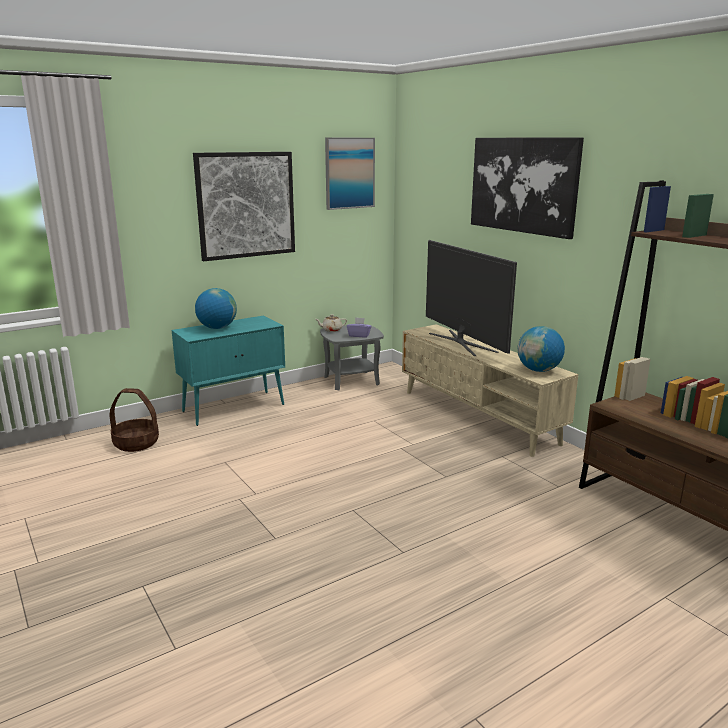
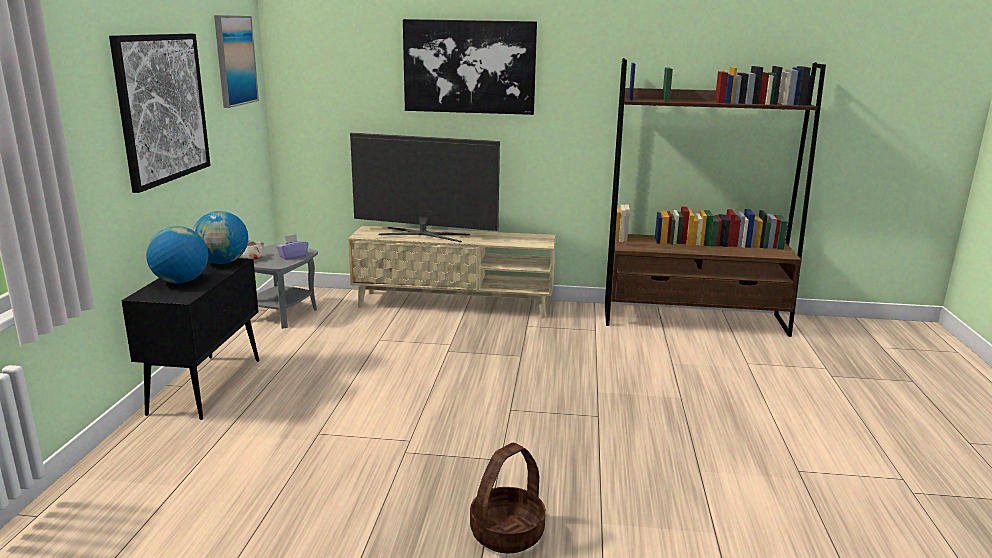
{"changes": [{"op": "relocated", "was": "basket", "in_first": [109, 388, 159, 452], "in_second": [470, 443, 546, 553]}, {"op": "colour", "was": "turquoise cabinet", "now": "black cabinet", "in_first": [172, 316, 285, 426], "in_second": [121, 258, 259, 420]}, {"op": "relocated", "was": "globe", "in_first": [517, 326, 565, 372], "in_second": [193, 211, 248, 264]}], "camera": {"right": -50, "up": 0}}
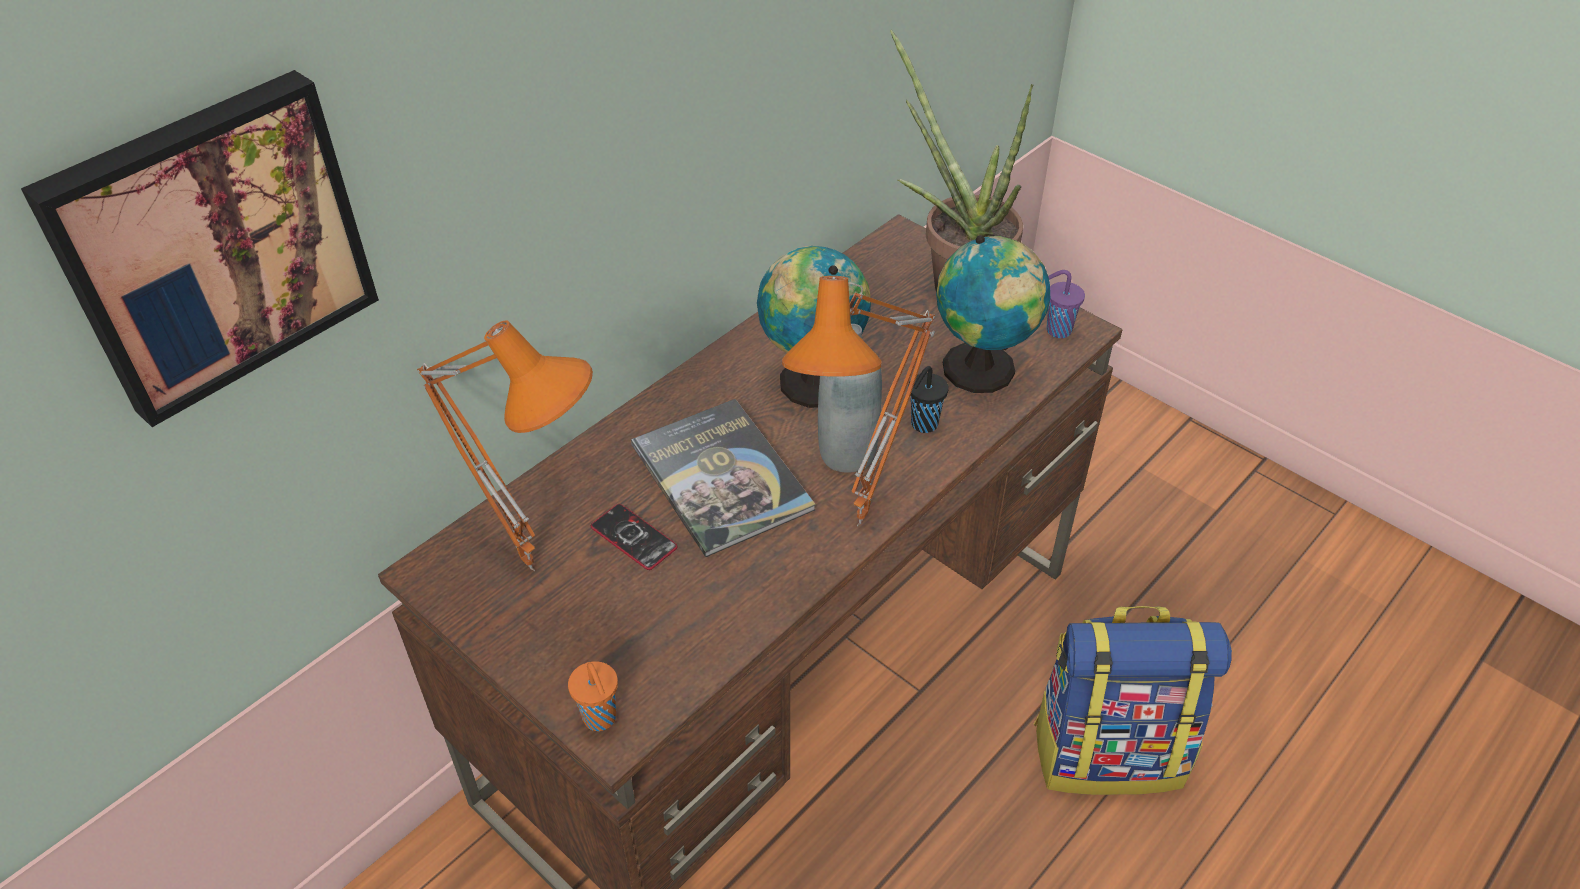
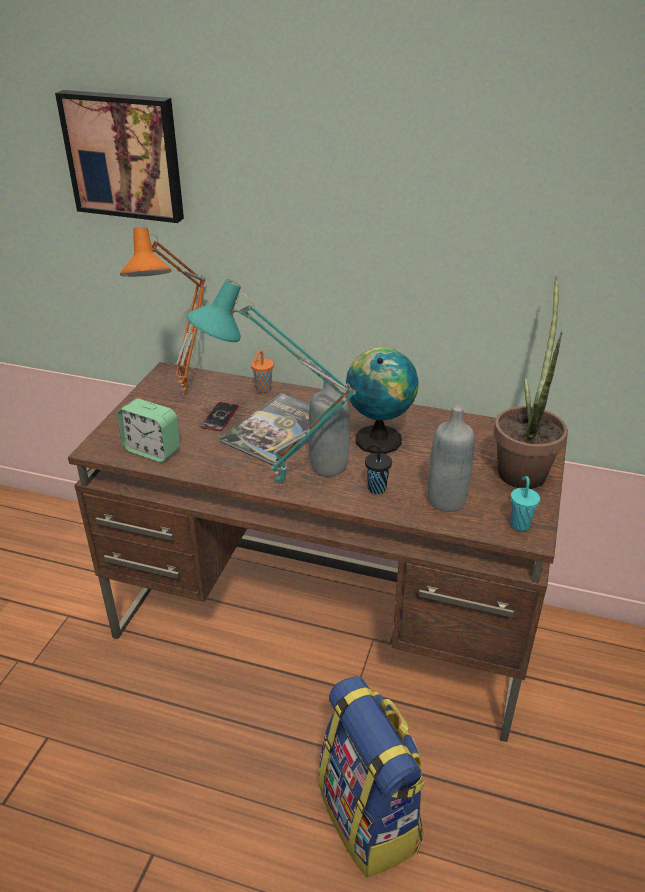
{"changes": [{"op": "relocated", "was": "orange cup", "in_first": [568, 661, 618, 731], "in_second": [251, 350, 274, 393]}, {"op": "colour", "was": "orange table lamp", "now": "turquoise table lamp", "in_first": [782, 276, 935, 526], "in_second": [187, 279, 356, 486]}, {"op": "exchanged", "was": "globe", "now": "grey bottle", "in_first": [936, 235, 1050, 393], "in_second": [428, 405, 475, 512]}, {"op": "colour", "was": "purple cup", "now": "turquoise cup", "in_first": [1047, 270, 1085, 338], "in_second": [510, 476, 540, 531]}, {"op": "appeared", "now": "alarm clock", "in_second": [117, 399, 180, 462]}], "camera": {"right": 65, "up": -10}}
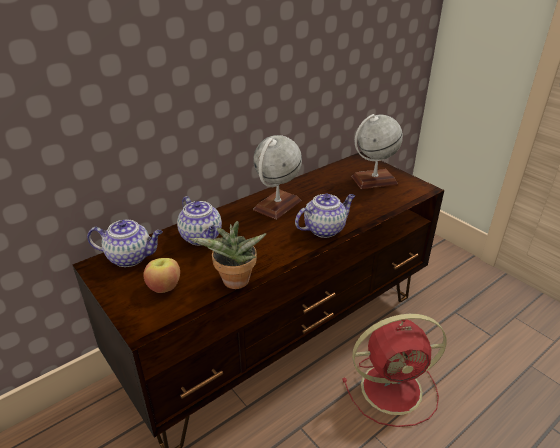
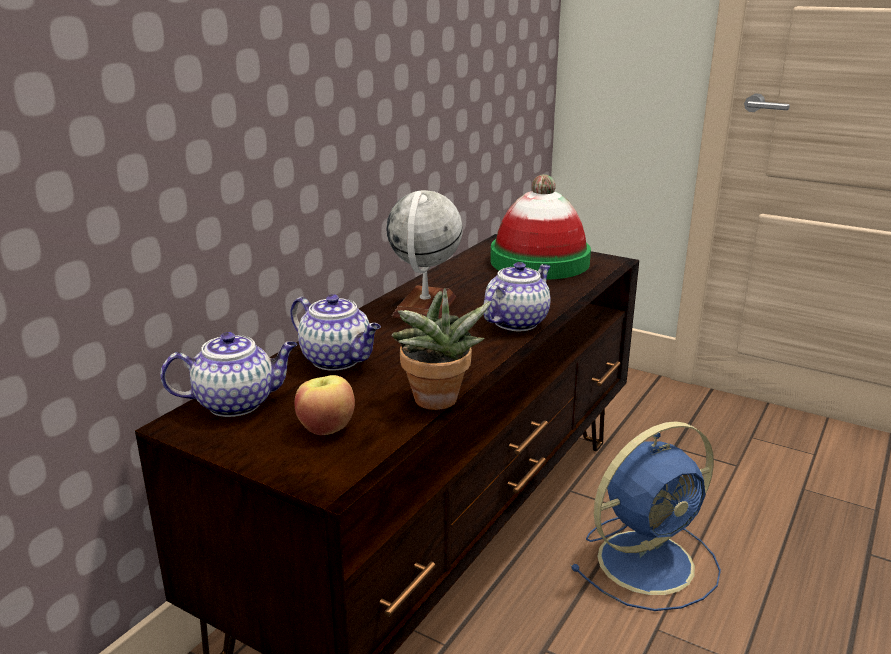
{"changes": [{"op": "colour", "was": "red fan", "now": "blue fan", "in_first": [342, 314, 447, 427], "in_second": [570, 421, 721, 611]}, {"op": "exchanged", "was": "globe", "now": "hat", "in_first": [351, 114, 403, 189], "in_second": [490, 174, 591, 280]}], "camera": {"right": -20, "up": -10}}
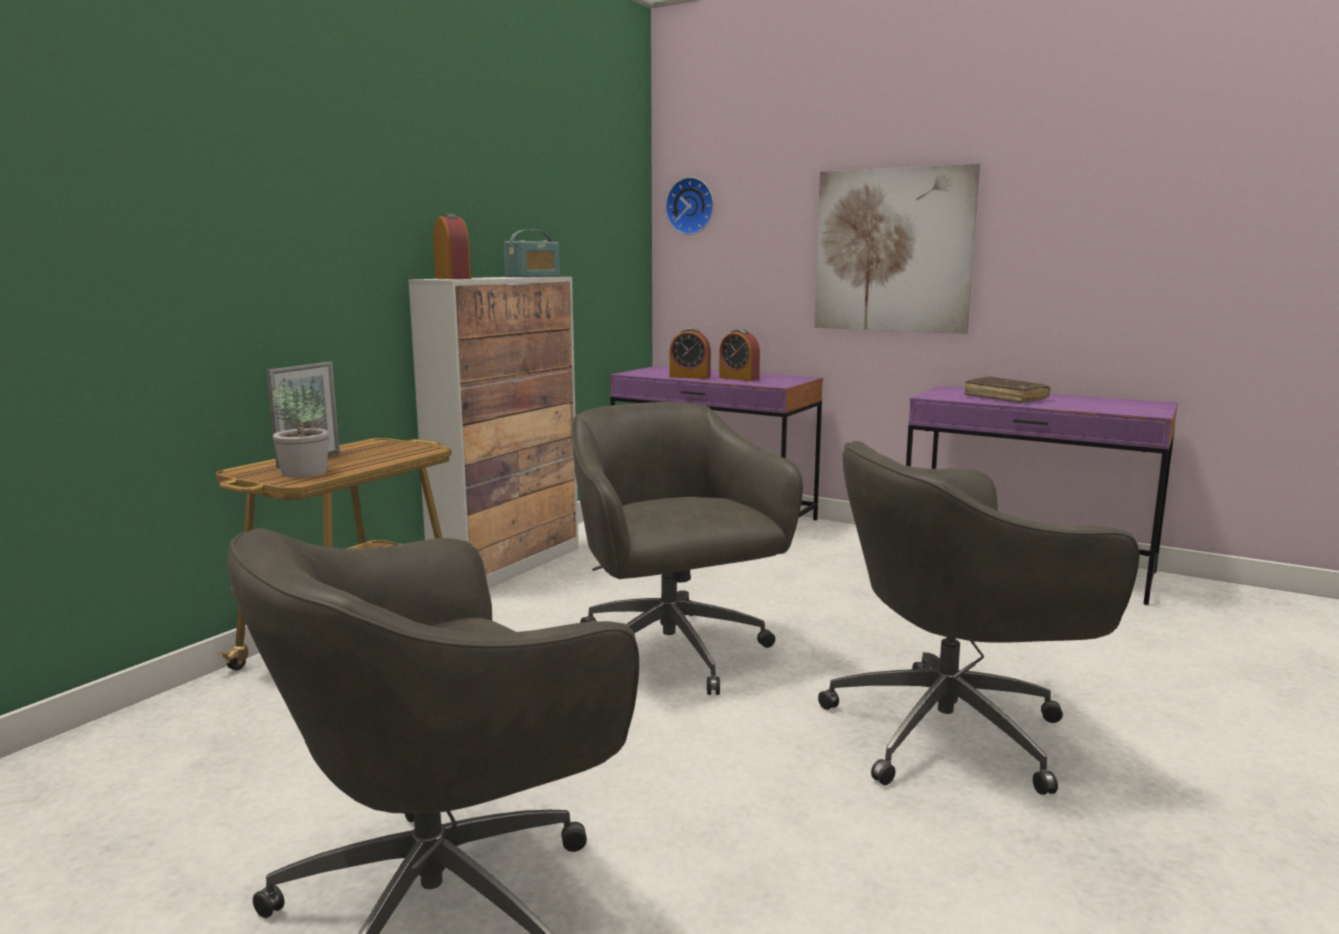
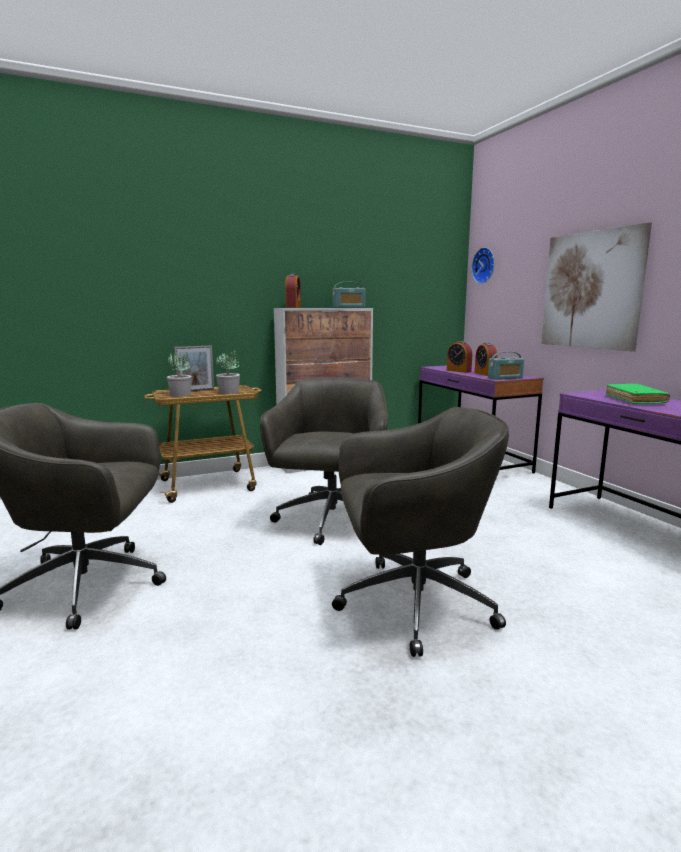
{"changes": [{"op": "spun", "was": "grey office chair", "in_first": [818, 441, 1139, 795], "in_second": [332, 407, 509, 657], "clockwise": 150}, {"op": "colour", "was": "brown book", "now": "green book", "in_first": [964, 376, 1051, 404], "in_second": [606, 384, 670, 404]}, {"op": "appeared", "now": "potted plant", "in_second": [216, 350, 240, 394]}, {"op": "appeared", "now": "radio", "in_second": [488, 351, 524, 380]}], "camera": {"right": 35, "up": 0}}
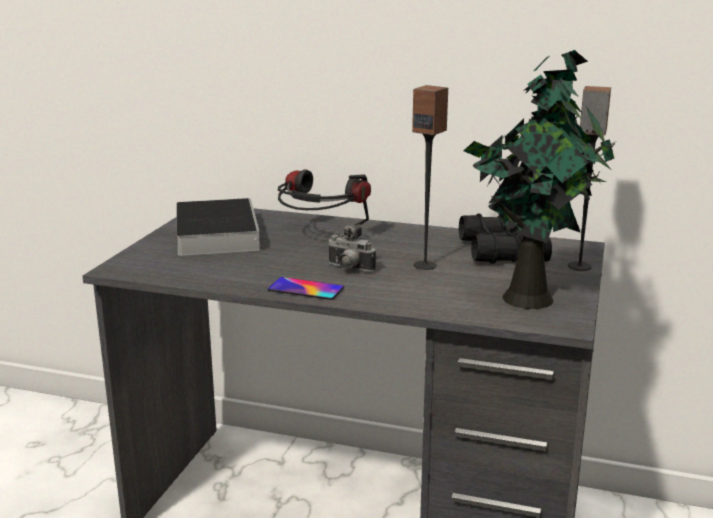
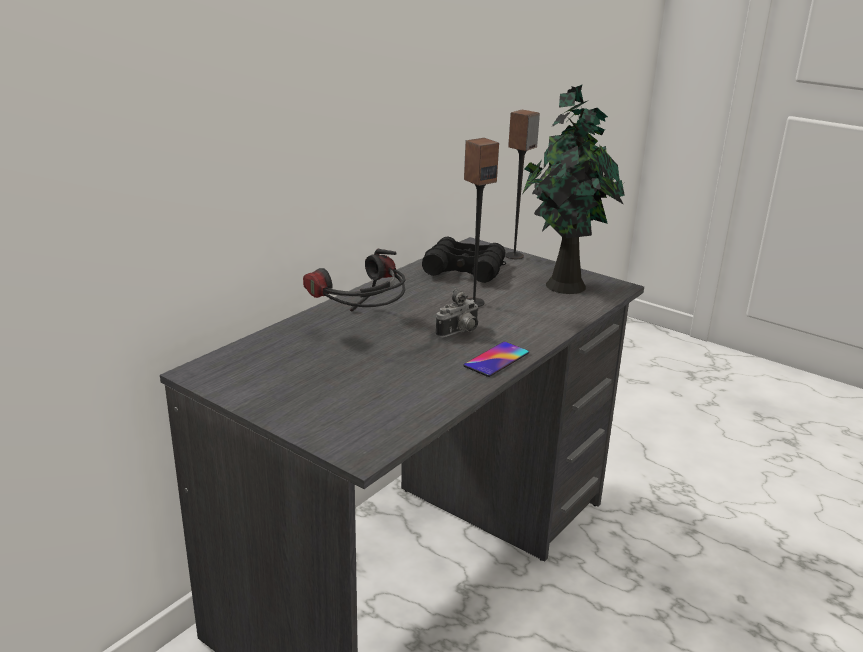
{"changes": [{"op": "missing", "was": "book", "in_first": [176, 198, 260, 256]}], "camera": {"right": -70, "up": 5}}
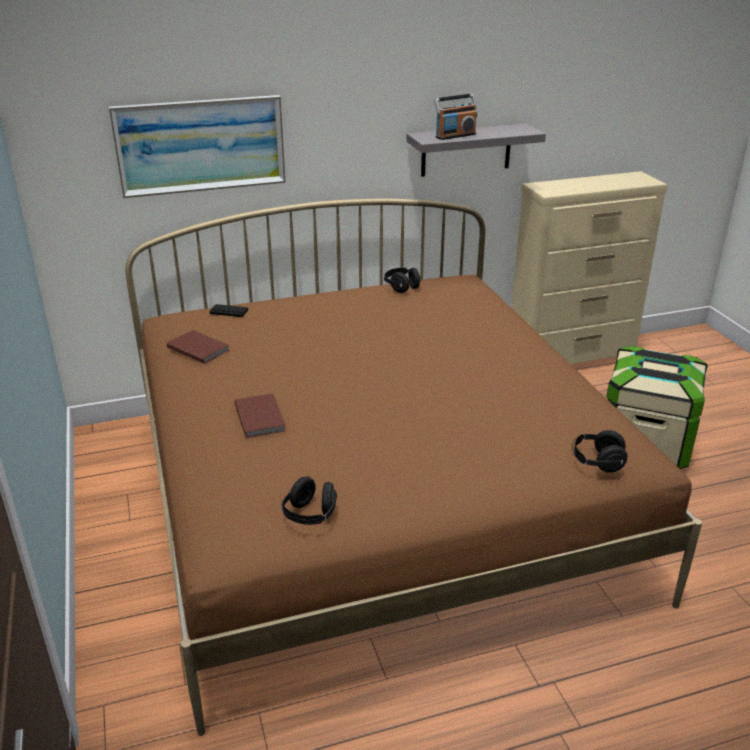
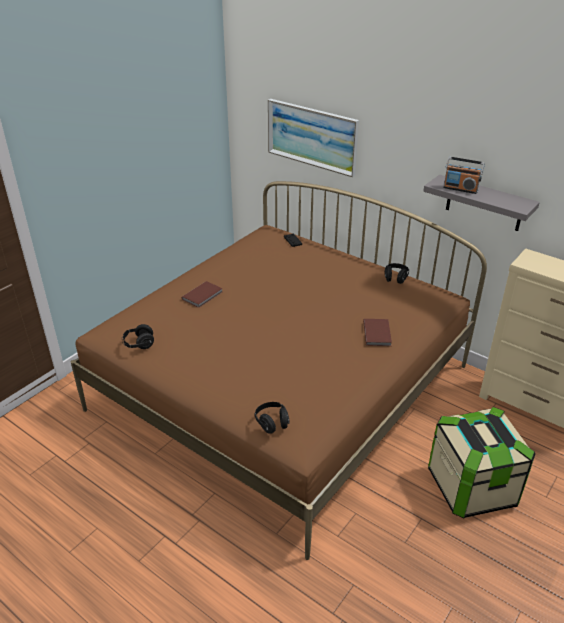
{"changes": [{"op": "relocated", "was": "brown book", "in_first": [167, 330, 230, 364], "in_second": [363, 319, 392, 346]}], "camera": {"right": 55, "up": 5}}
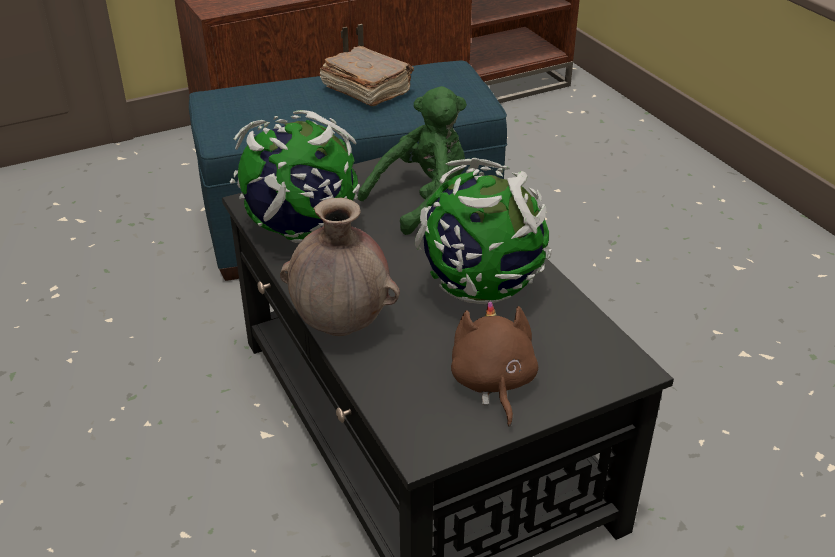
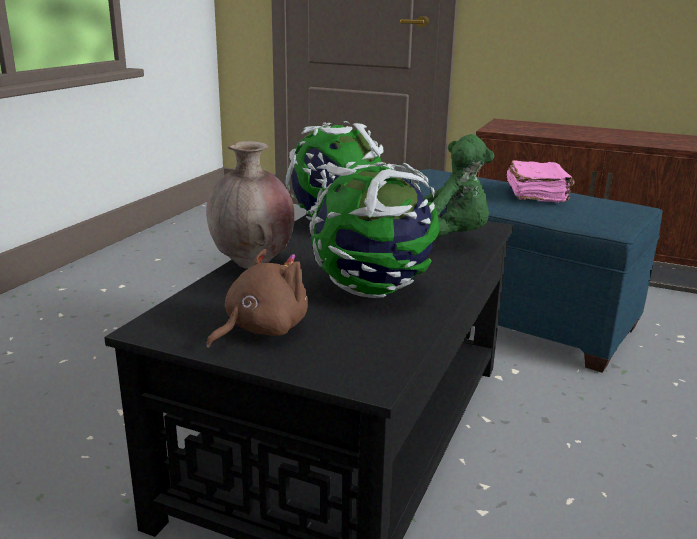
{"changes": [{"op": "colour", "was": "brown book", "now": "pink book", "in_first": [320, 46, 414, 106], "in_second": [506, 160, 575, 203]}], "camera": {"right": 50, "up": -15}}
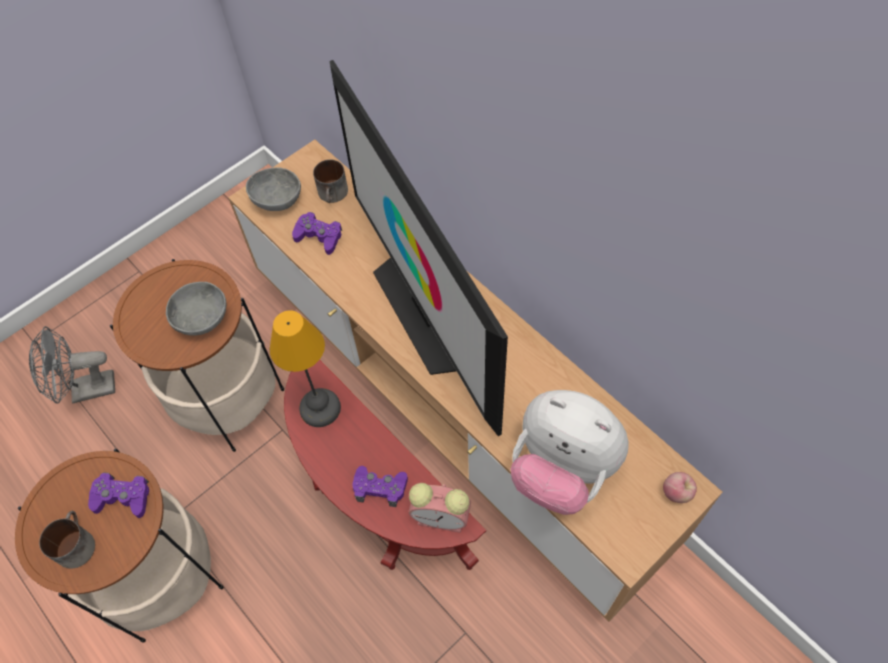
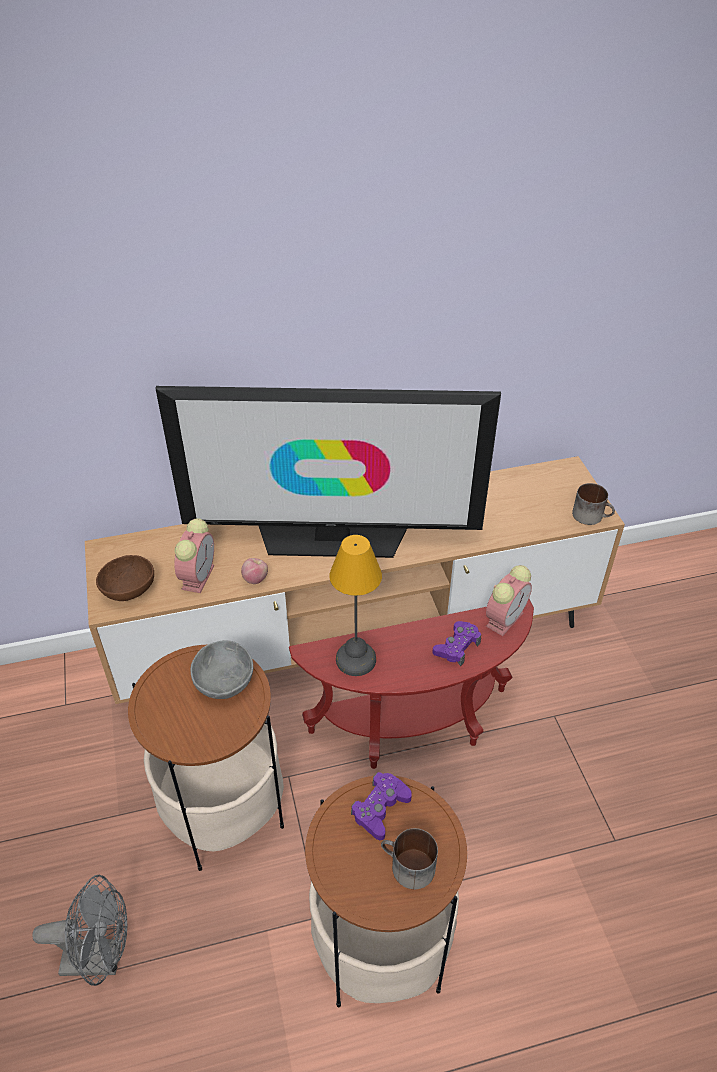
{"changes": [{"op": "spun", "was": "grey fan", "in_first": [29, 326, 115, 404], "in_second": [32, 875, 127, 986], "clockwise": -105}, {"op": "colour", "was": "grey bowl", "now": "brown bowl", "in_first": [246, 168, 301, 211], "in_second": [96, 555, 154, 601]}, {"op": "exchanged", "was": "purple game controller", "now": "alarm clock", "in_first": [292, 212, 342, 255], "in_second": [174, 518, 214, 593]}, {"op": "relocated", "was": "mug", "in_first": [313, 160, 348, 203], "in_second": [572, 483, 615, 525]}, {"op": "missing", "was": "plush toy", "in_first": [510, 390, 629, 515]}, {"op": "relocated", "was": "apple", "in_first": [663, 472, 697, 503], "in_second": [241, 558, 268, 584]}], "camera": {"right": -65, "up": -15}}
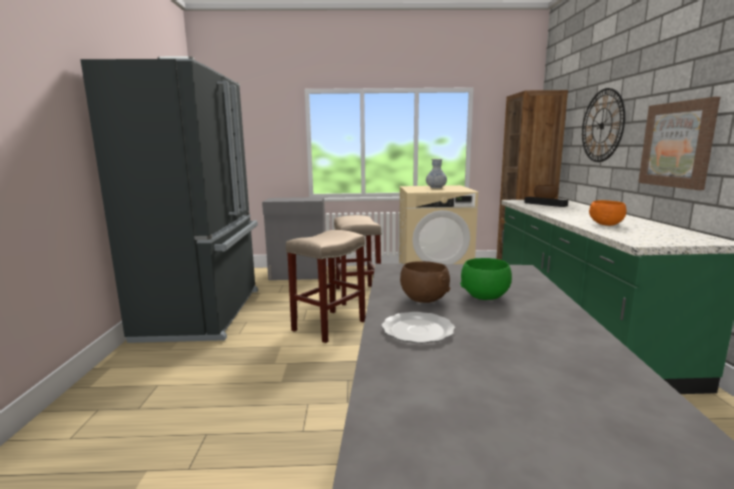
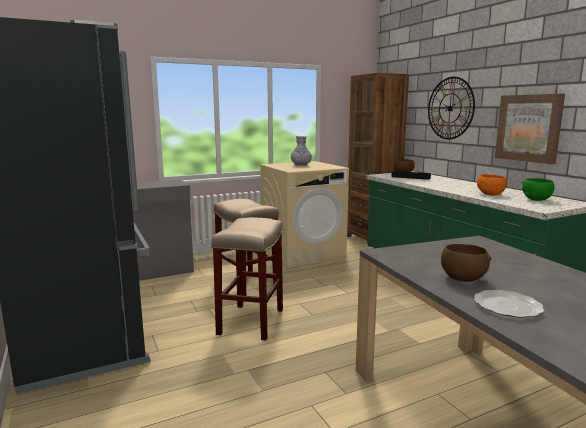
{"changes": [{"op": "relocated", "was": "green bowl", "in_first": [460, 258, 512, 300], "in_second": [522, 178, 554, 201]}], "camera": {"right": -25, "up": 0}}
